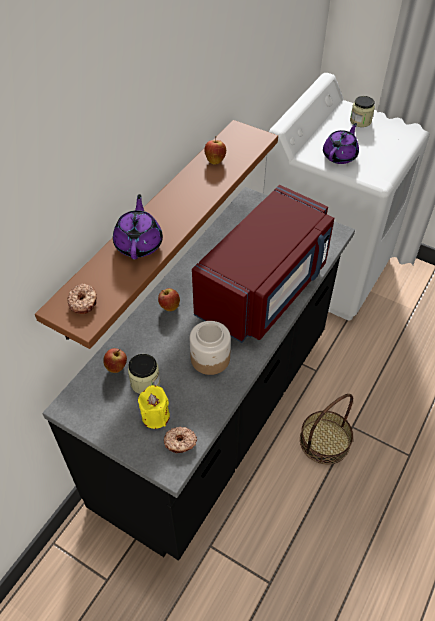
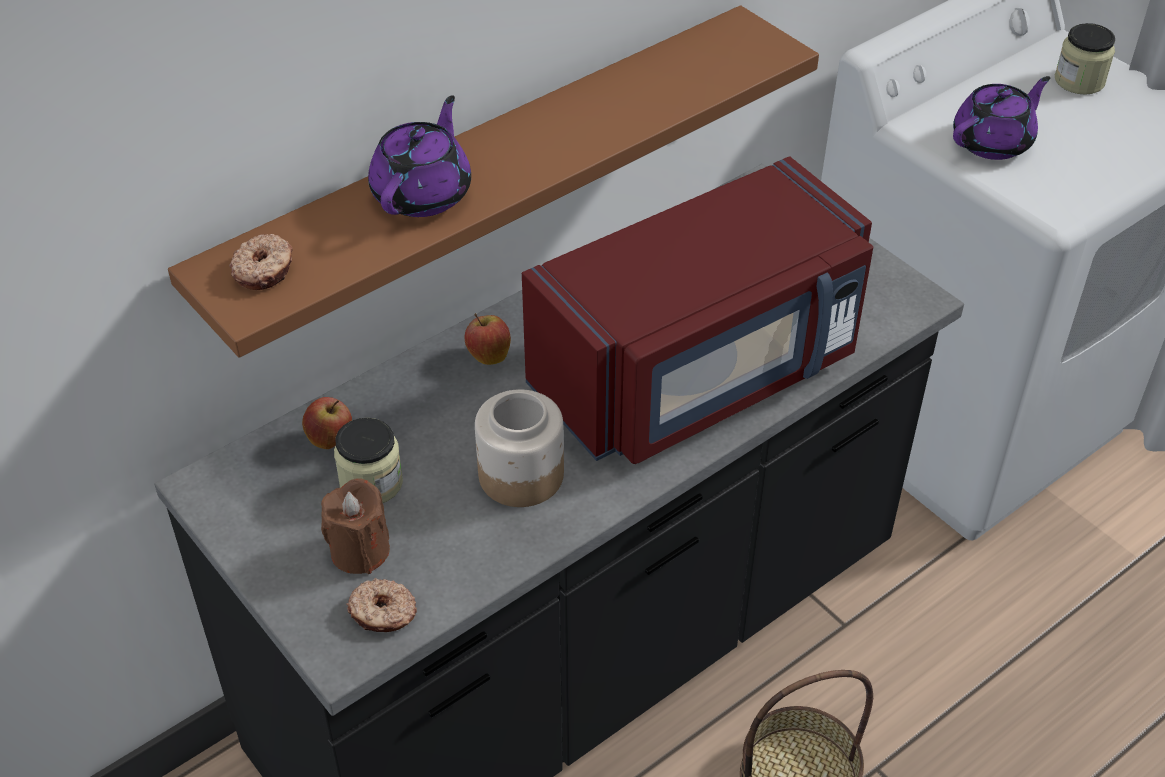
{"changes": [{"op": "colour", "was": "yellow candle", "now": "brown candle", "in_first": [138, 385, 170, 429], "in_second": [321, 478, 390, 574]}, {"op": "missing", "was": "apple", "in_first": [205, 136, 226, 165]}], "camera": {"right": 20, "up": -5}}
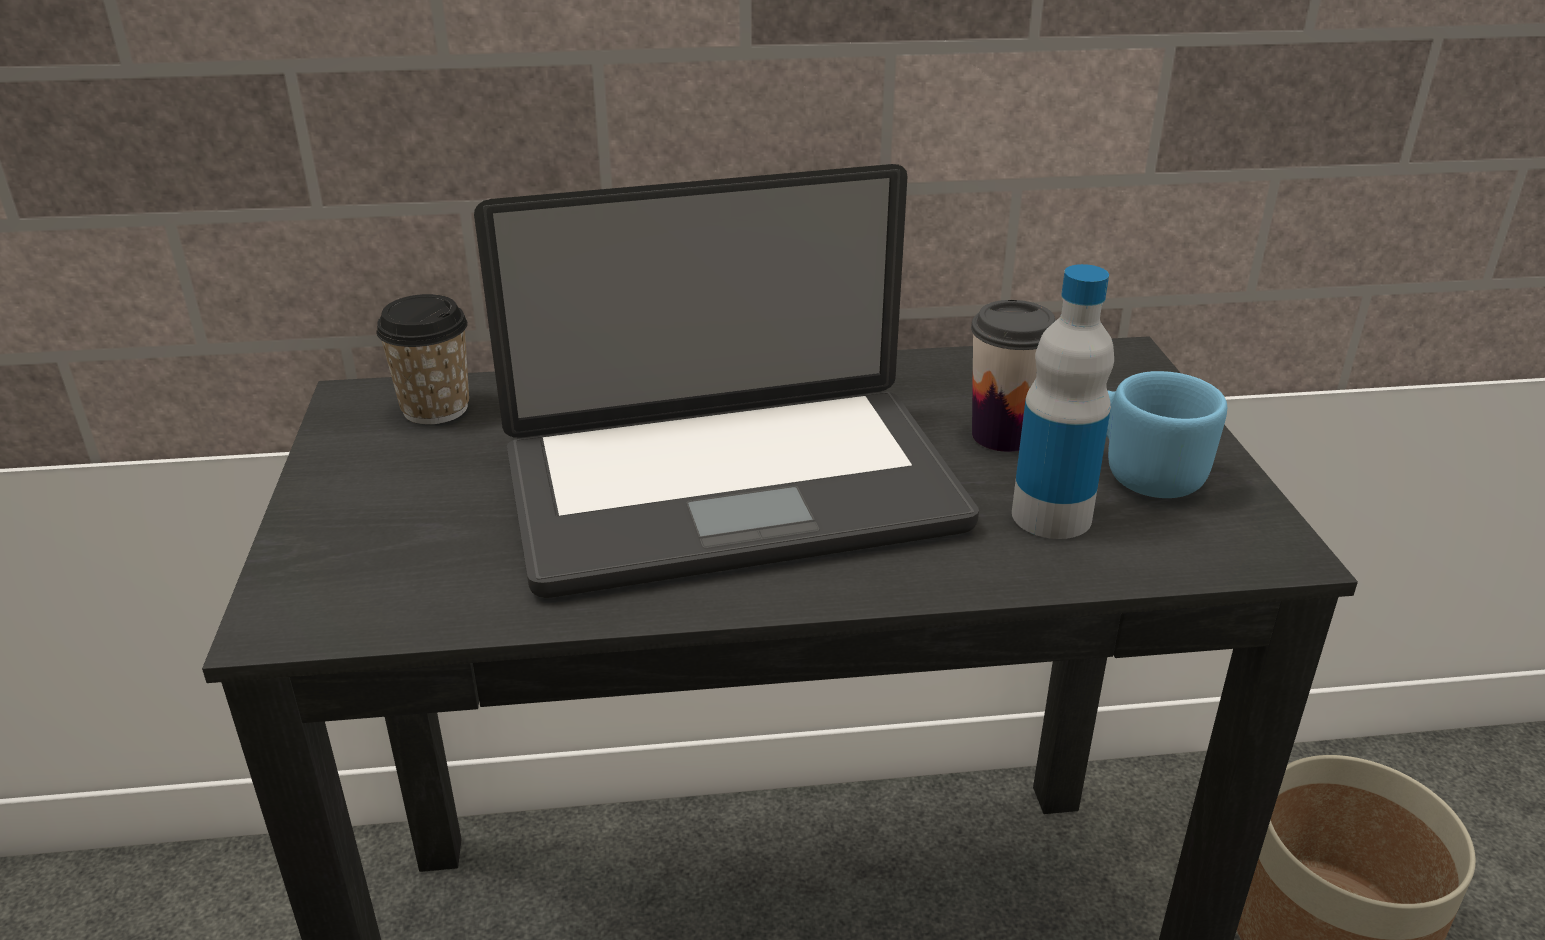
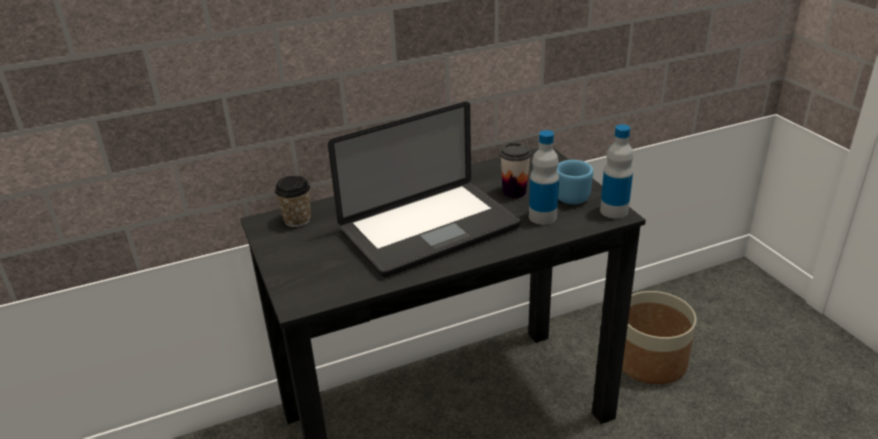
{"changes": [{"op": "appeared", "now": "bottle", "in_second": [600, 124, 633, 219]}], "camera": {"right": -15, "up": 0}}
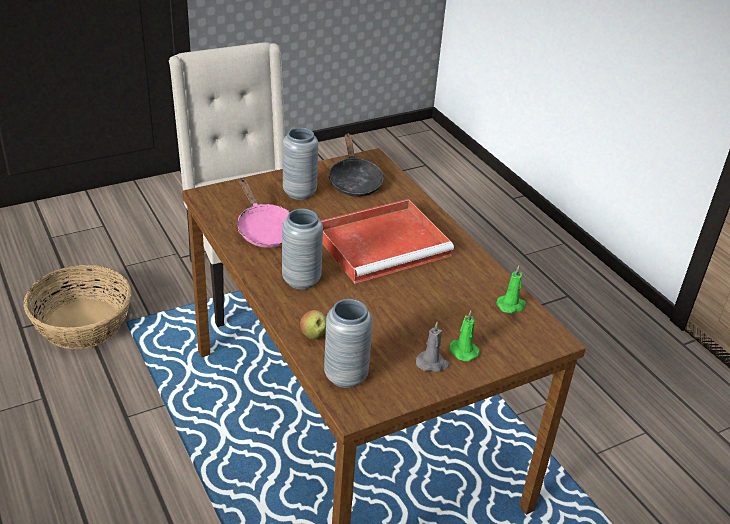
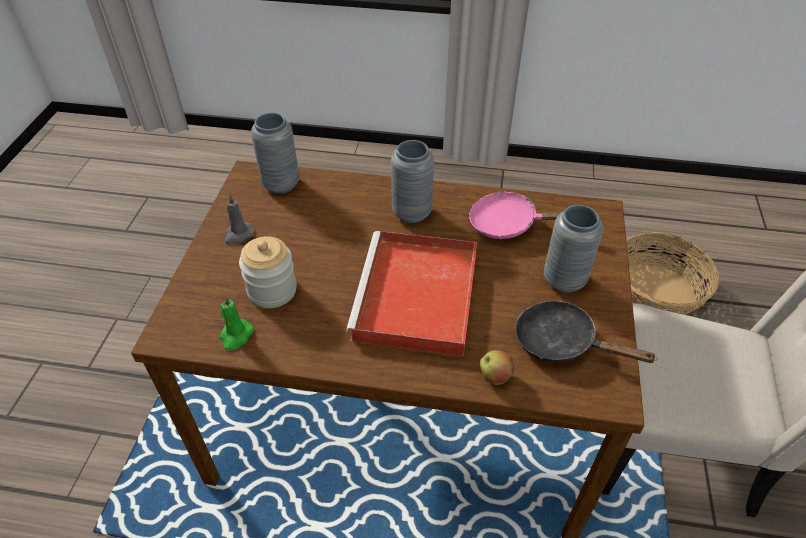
{"changes": [{"op": "relocated", "was": "apple", "in_first": [300, 310, 326, 340], "in_second": [480, 350, 514, 385]}, {"op": "missing", "was": "green candle", "in_first": [449, 310, 479, 361]}, {"op": "appeared", "now": "jar", "in_second": [239, 236, 297, 308]}], "camera": {"right": 130, "up": 10}}
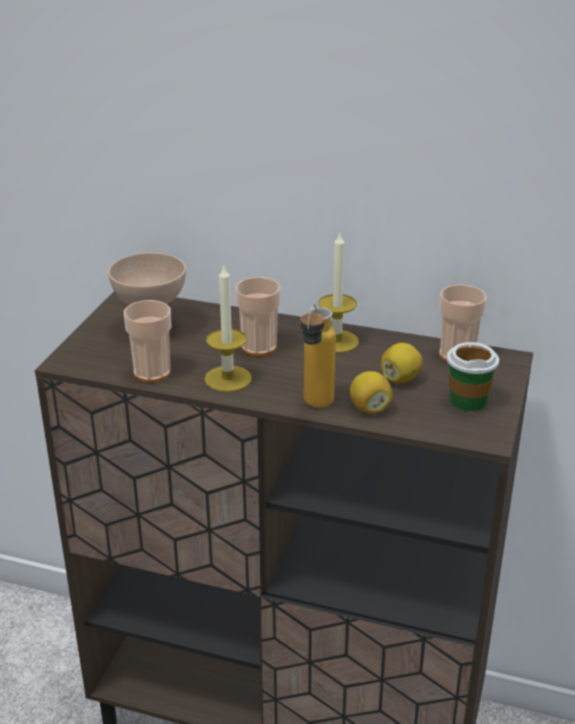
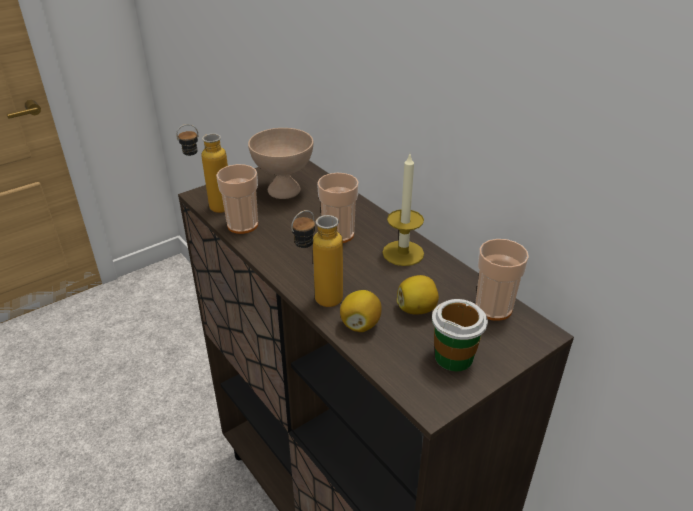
{"changes": [{"op": "missing", "was": "candle", "in_first": [204, 266, 252, 392]}, {"op": "appeared", "now": "bottle", "in_second": [176, 124, 228, 213]}], "camera": {"right": 35, "up": 5}}
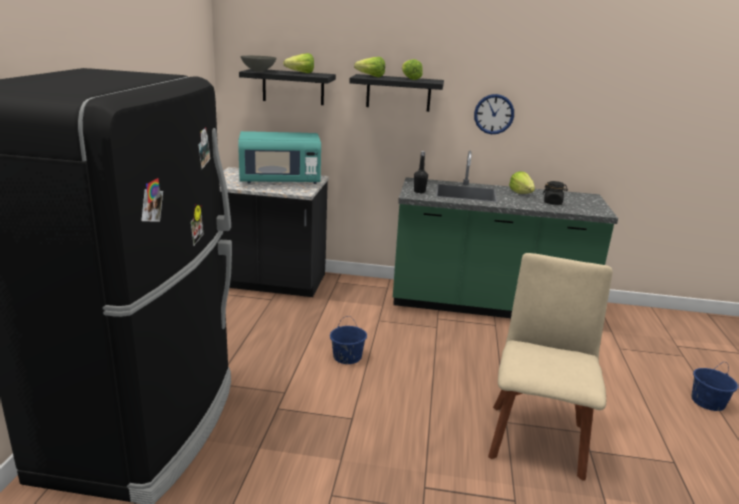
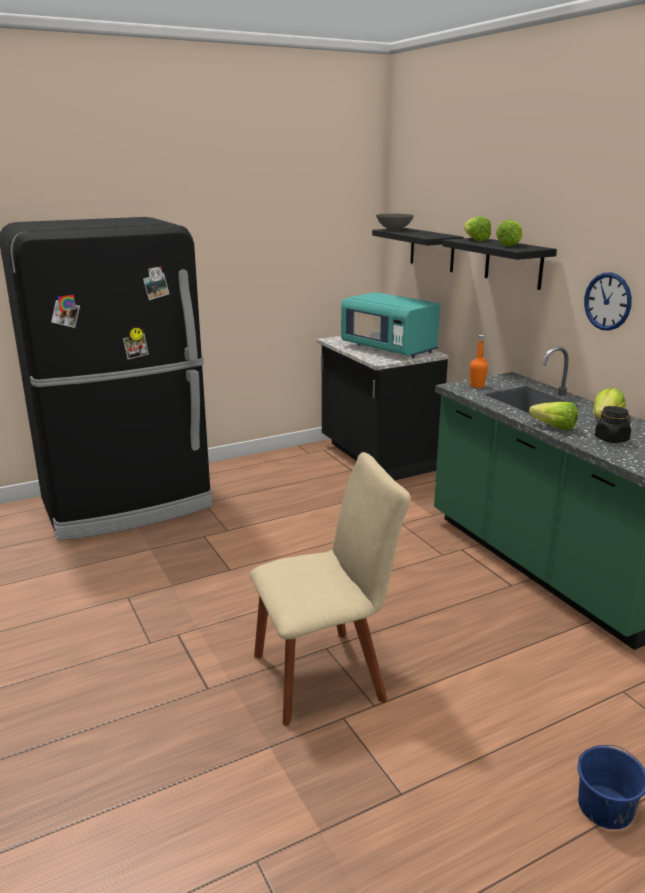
{"changes": [{"op": "relocated", "was": "lettuce", "in_first": [283, 53, 314, 73], "in_second": [529, 402, 578, 431]}, {"op": "missing", "was": "blue bucket", "in_first": [330, 316, 367, 364]}, {"op": "colour", "was": "black bottle", "now": "orange bottle", "in_first": [414, 151, 428, 193], "in_second": [470, 335, 488, 388]}], "camera": {"right": 55, "up": 0}}
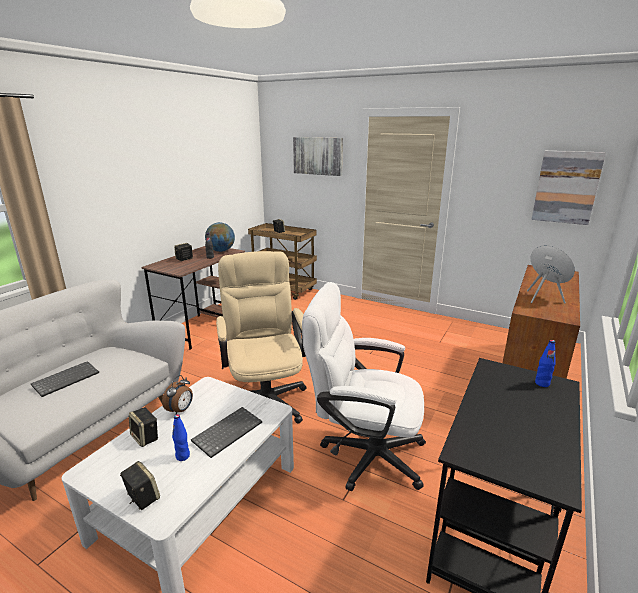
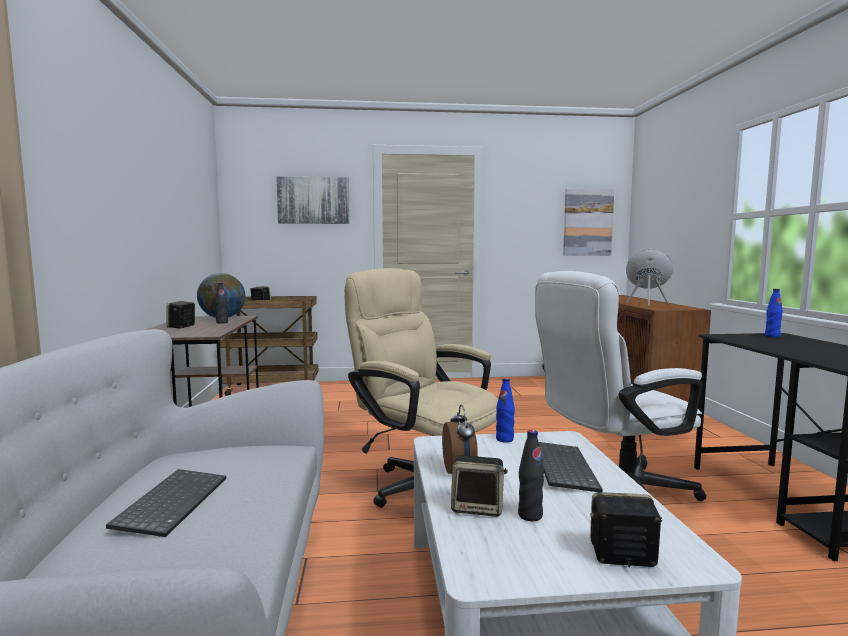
{"changes": [{"op": "relocated", "was": "blue bottle", "in_first": [172, 414, 190, 461], "in_second": [496, 378, 515, 443]}, {"op": "appeared", "now": "black bottle", "in_second": [518, 430, 544, 521]}], "camera": {"right": -35, "up": -15}}
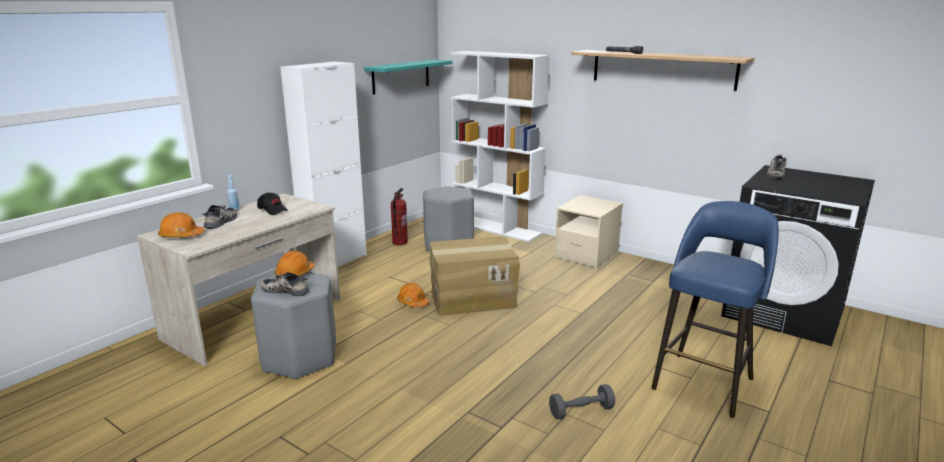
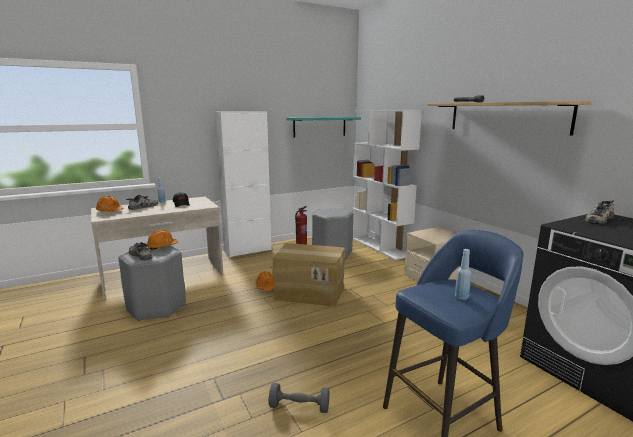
{"changes": [{"op": "appeared", "now": "blue bottle", "in_second": [455, 249, 471, 300]}], "camera": {"right": 25, "up": -5}}
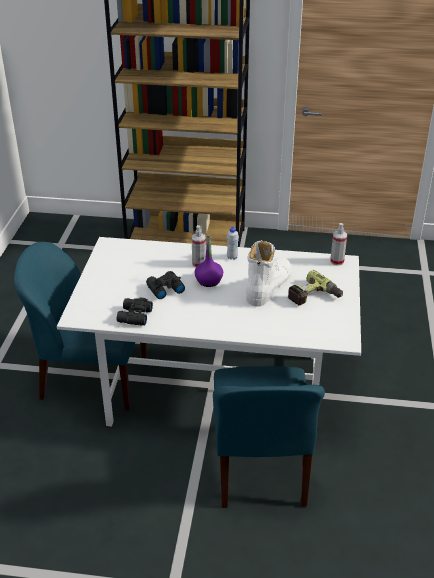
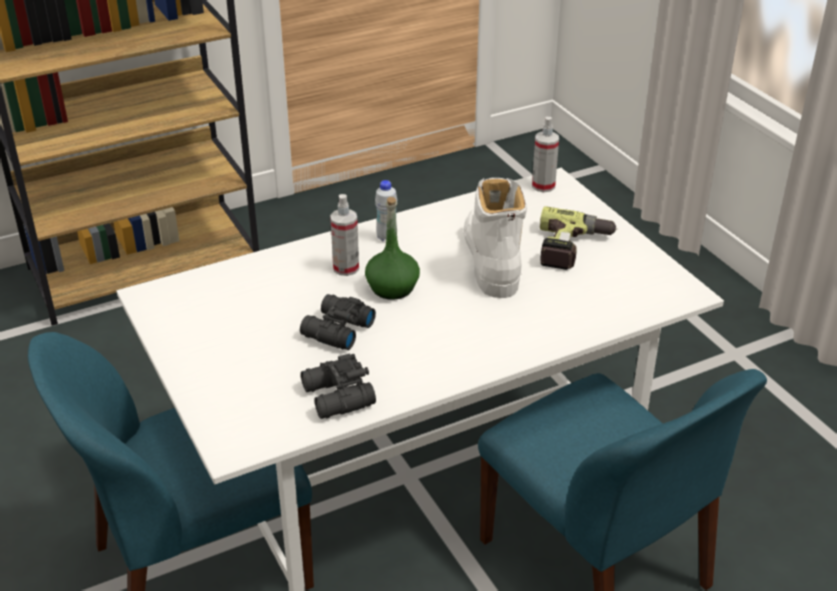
{"changes": [{"op": "colour", "was": "purple bottle", "now": "green bottle", "in_first": [194, 233, 223, 287], "in_second": [365, 197, 420, 300]}], "camera": {"right": -35, "up": 0}}
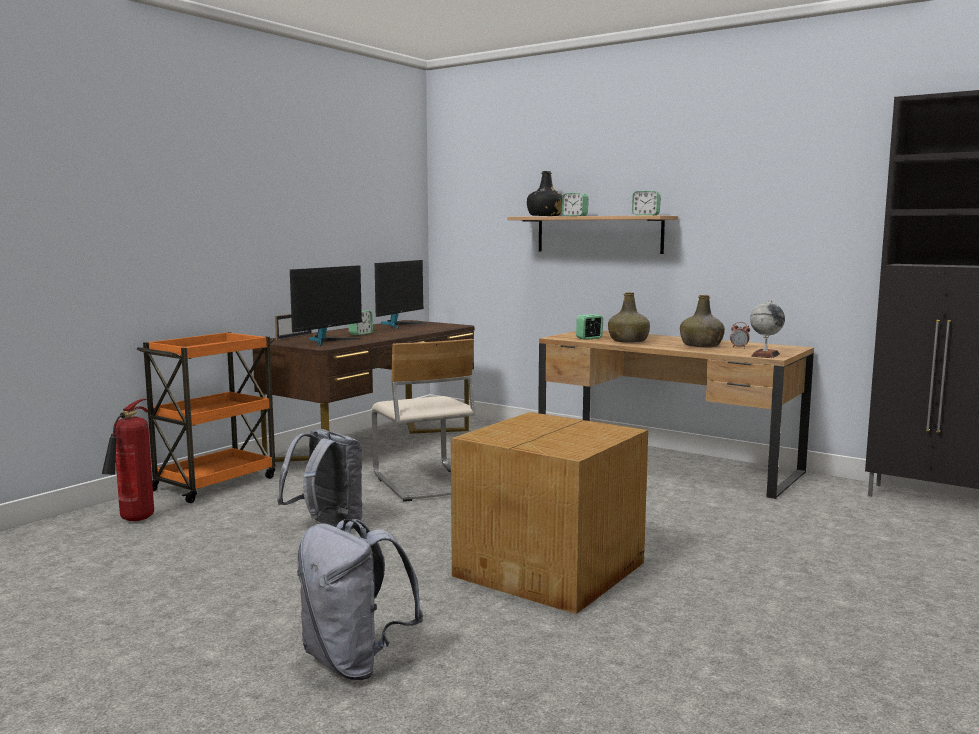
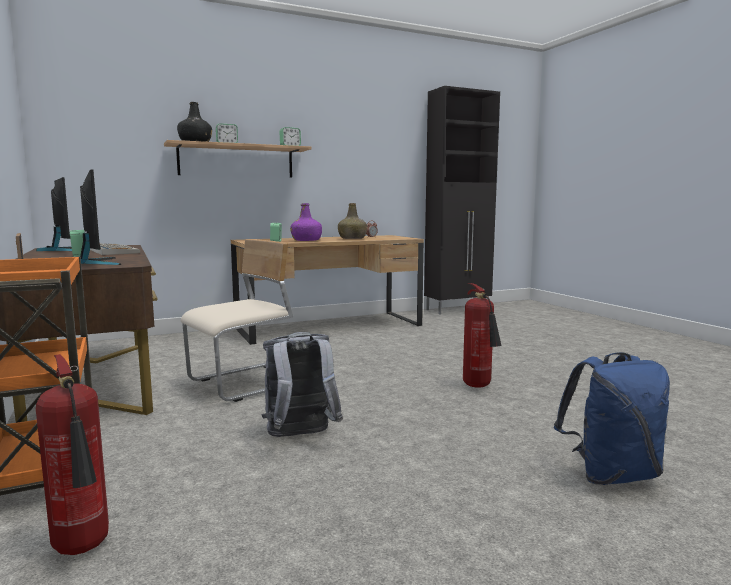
{"changes": [{"op": "colour", "was": "grey backpack", "now": "blue backpack", "in_first": [297, 519, 423, 680], "in_second": [554, 352, 670, 485]}, {"op": "spun", "was": "beige chair", "in_first": [371, 339, 476, 502], "in_second": [181, 239, 293, 402], "clockwise": -45}, {"op": "exchanged", "was": "cardboard box", "now": "fire extinguisher", "in_first": [451, 412, 648, 614], "in_second": [463, 283, 501, 388]}, {"op": "colour", "was": "green bottle", "now": "purple bottle", "in_first": [608, 292, 650, 343], "in_second": [290, 203, 322, 241]}, {"op": "missing", "was": "globe", "in_first": [750, 300, 785, 358]}, {"op": "appeared", "now": "keyboard", "in_second": [90, 244, 140, 255]}], "camera": {"right": -60, "up": 0}}
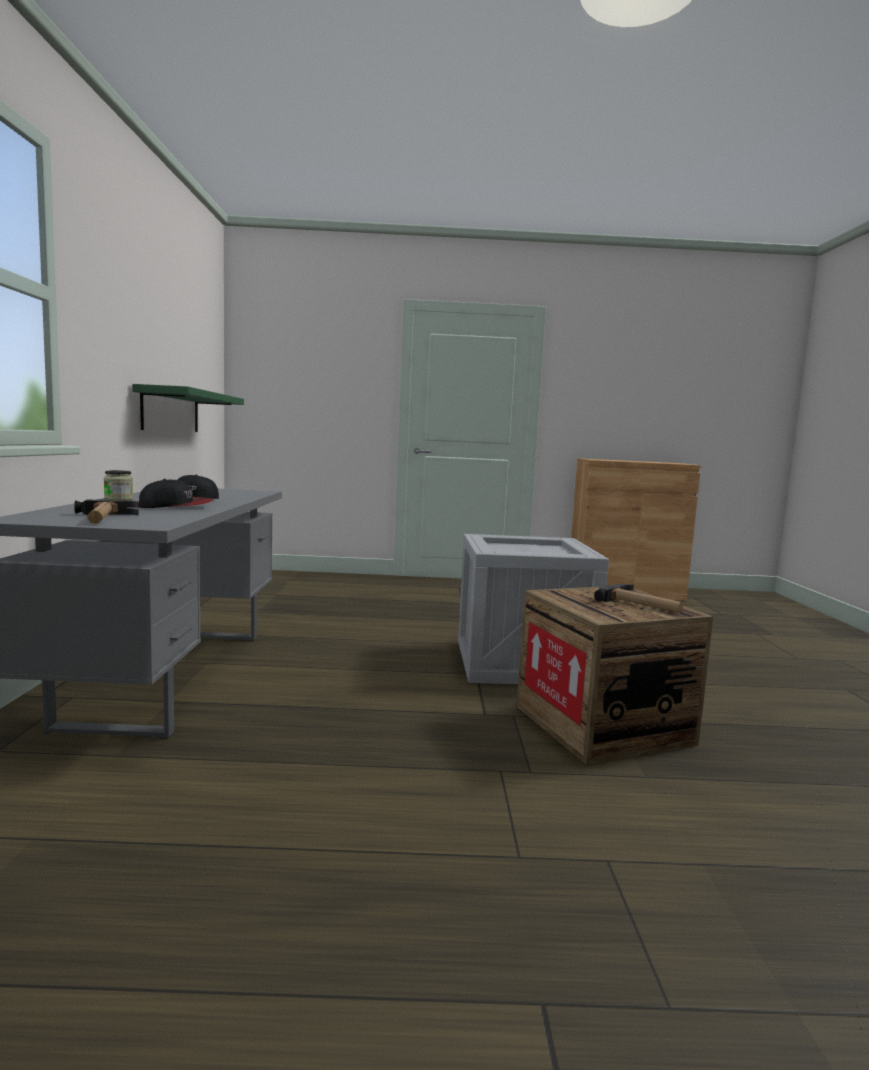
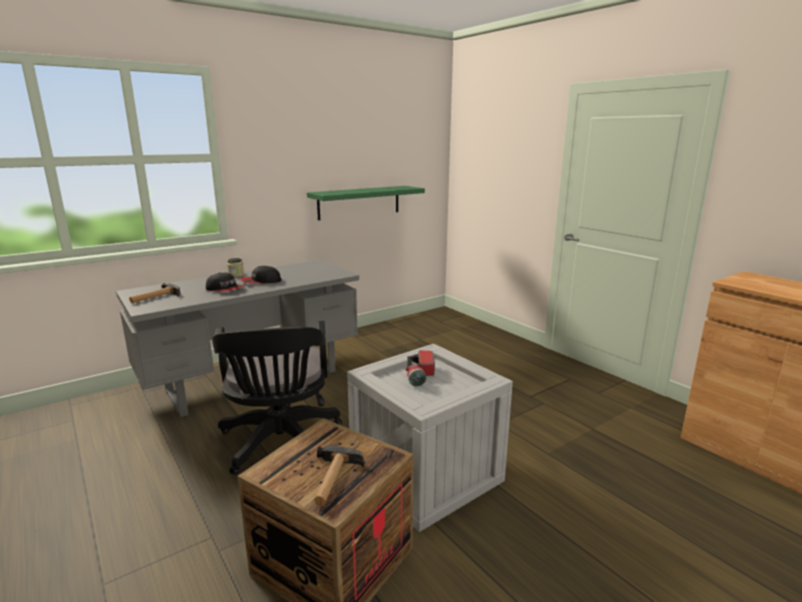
{"changes": [{"op": "appeared", "now": "black office chair", "in_second": [212, 321, 342, 475]}, {"op": "appeared", "now": "flashlight", "in_second": [406, 350, 435, 387]}], "camera": {"right": 55, "up": 10}}
